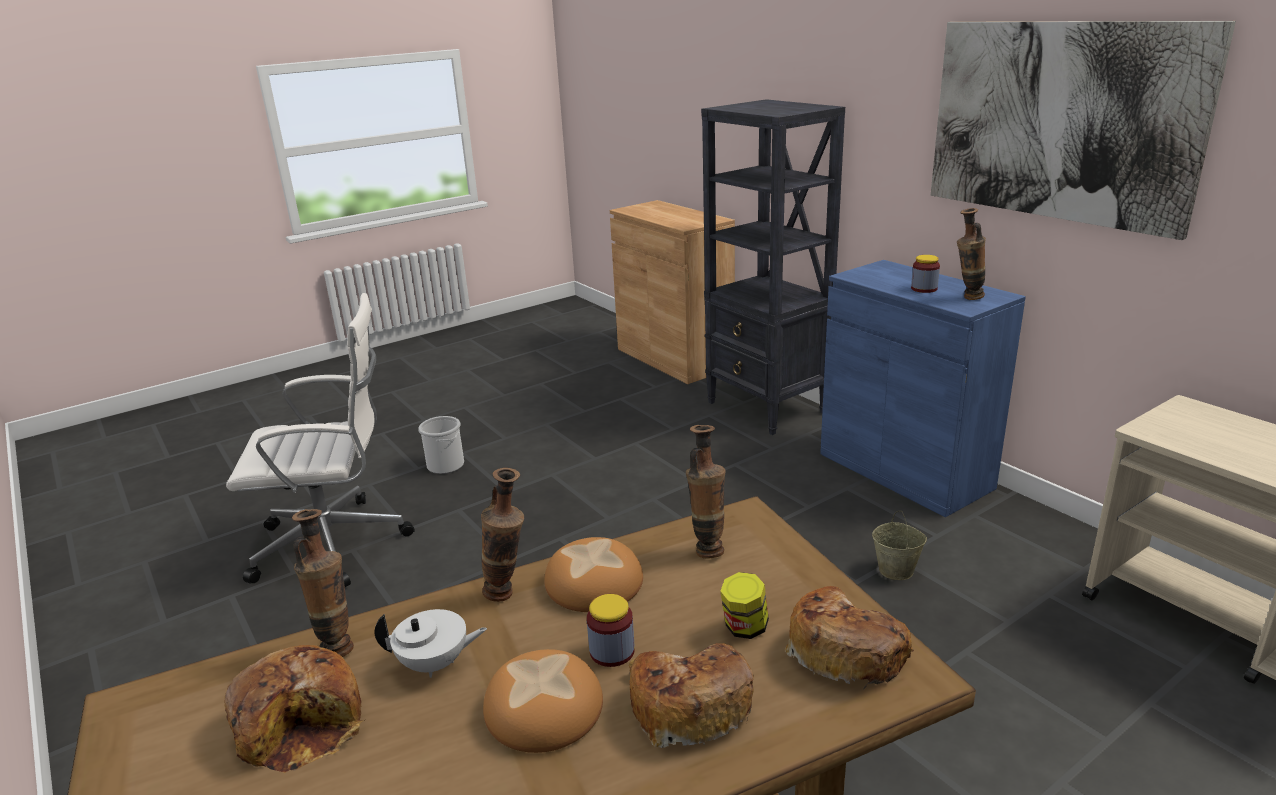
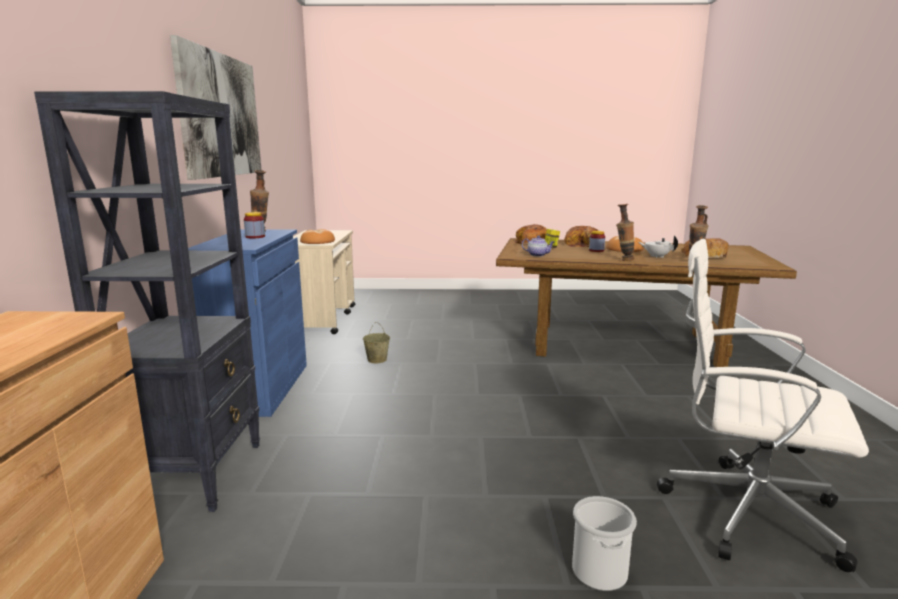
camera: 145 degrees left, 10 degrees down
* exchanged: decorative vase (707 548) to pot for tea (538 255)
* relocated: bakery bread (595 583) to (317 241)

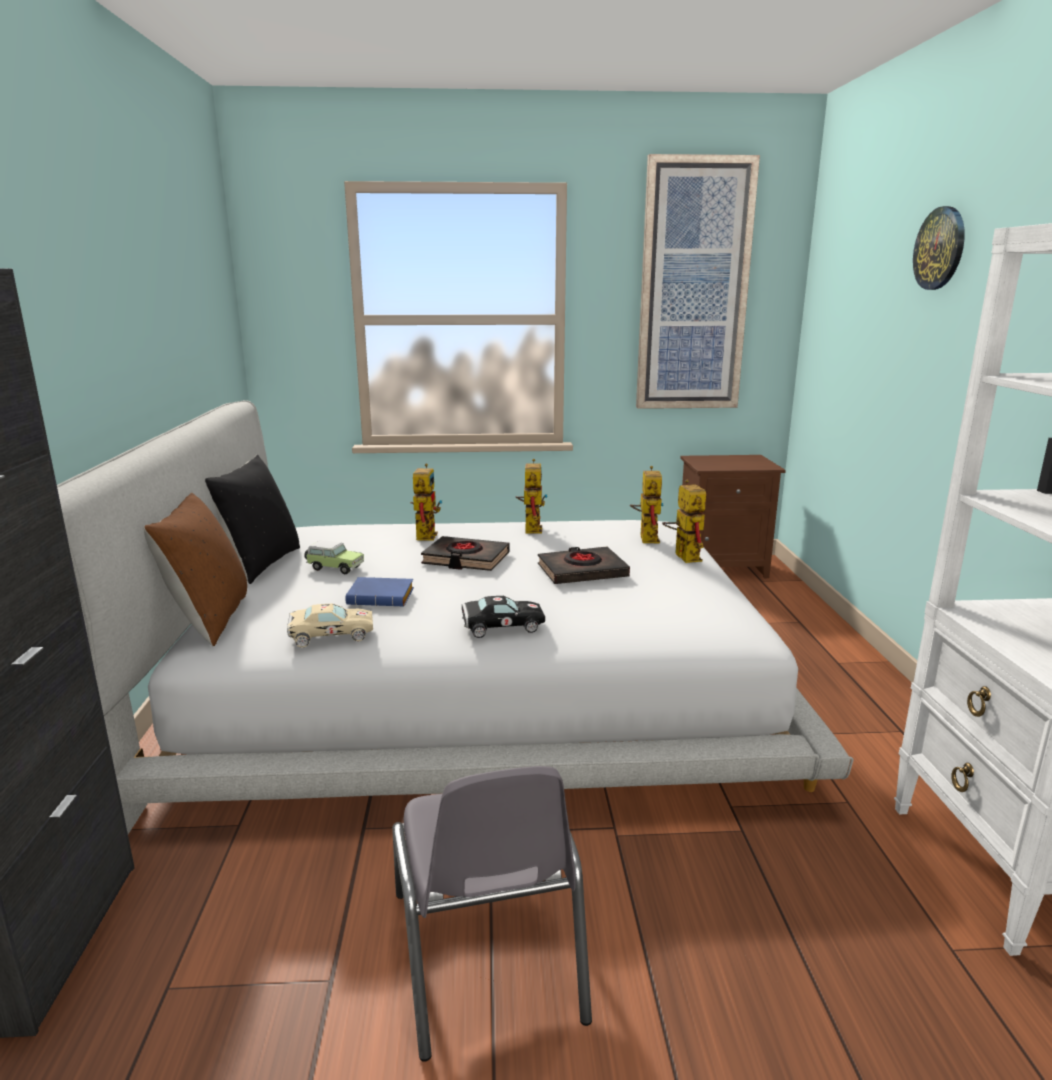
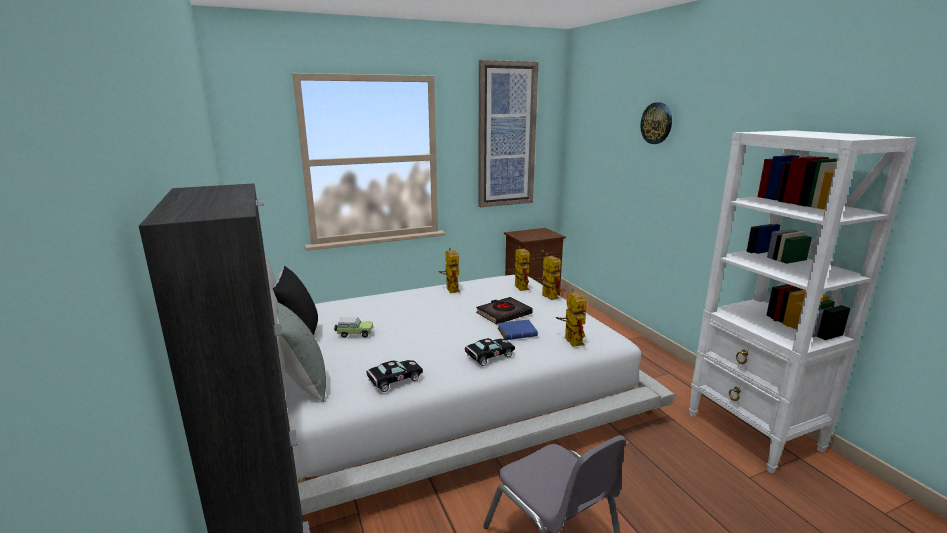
camera: 20 degrees left, 0 degrees up
* relocated: model robot (425 534) to (570 339)
* colour: cushion (brownish) (208 620) to cushion (gray) (301 384)
* missing: bound book (blackish) (465 559)
* relocated: bound book (blue-coloured) (383 597) to (517 333)
* colour: miniature car (beige) (328 635) to miniature car (blackish) (393 380)

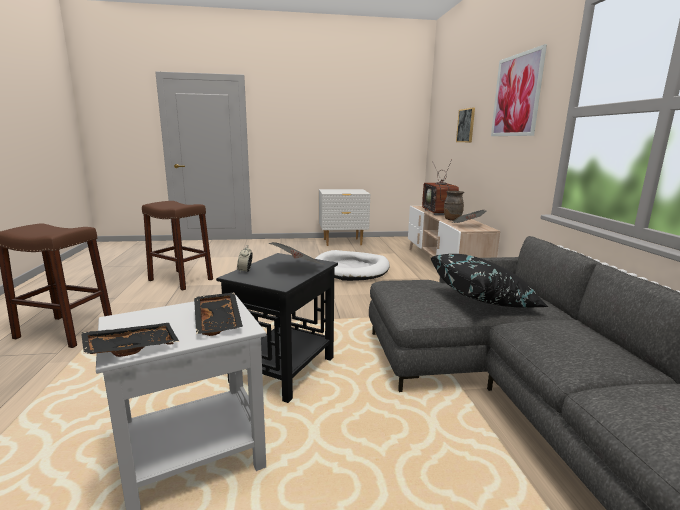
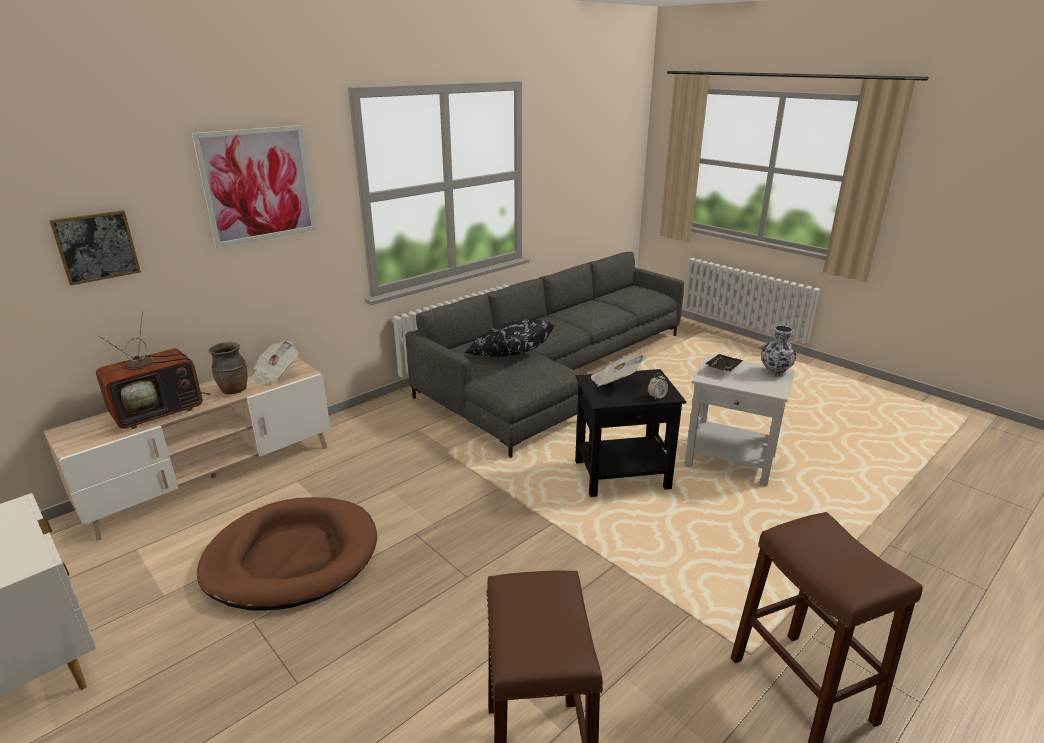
camera: 125 degrees left, 10 degrees up
* colour: dog bed (white) (351 269) to dog bed (brownish) (292 558)
* exchanged: serving tray (blackish) (132 347) to decorative vase (775 372)

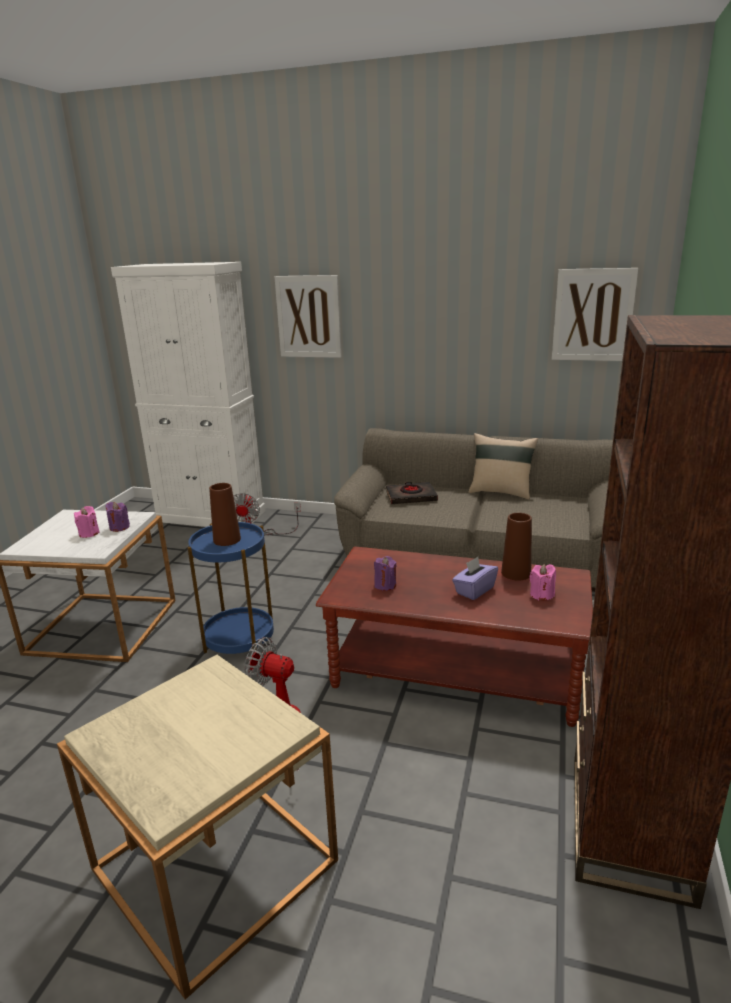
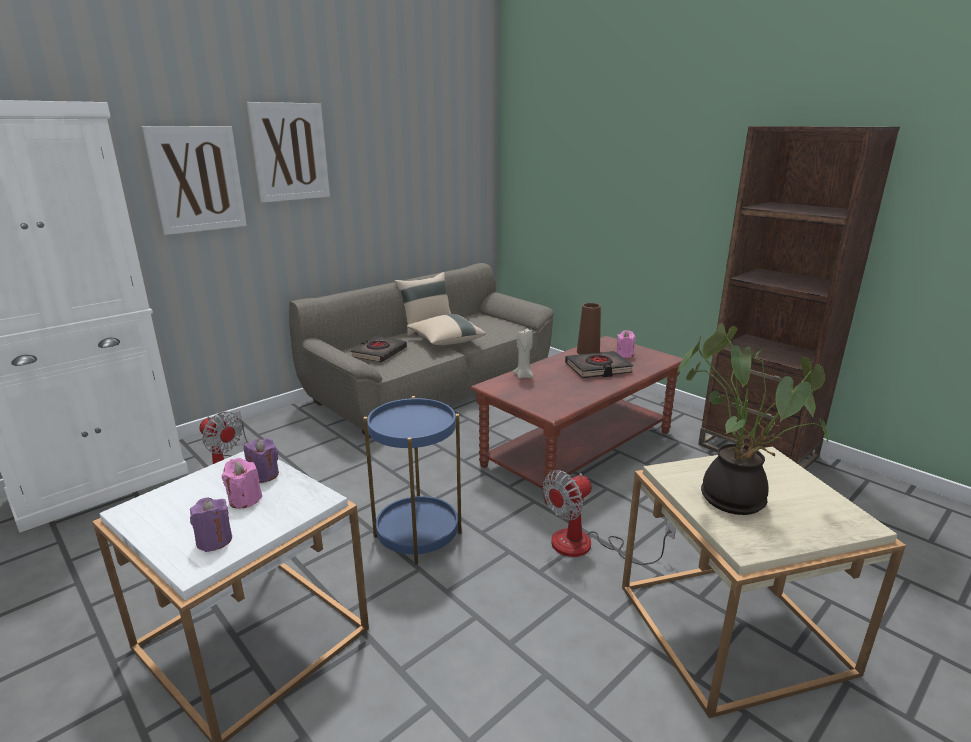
camera: 60 degrees left, 0 degrees up
* relocated: wall picture (593 315) to (290 152)
* missing: decorative vase (brownish) (227 540)
* relocated: wax candle (purplish) (385 585) to (214 541)
* exchanged: tissue box (purplish) (474 590) to bound book (blackish) (598 369)
* appeared: cushion (beige) (445 341)
* appeared: houseplant (735 497)
* appeared: wax candle (beige) (523 376)

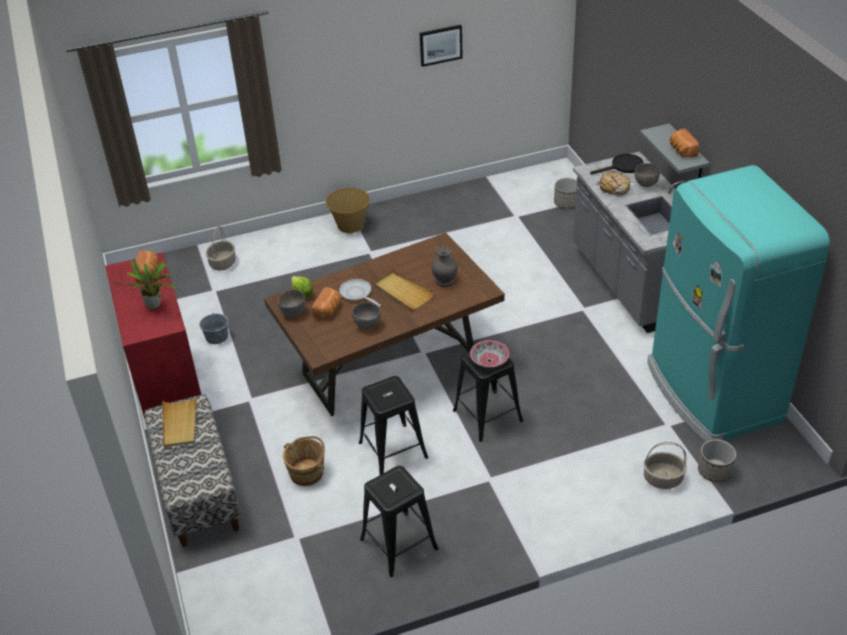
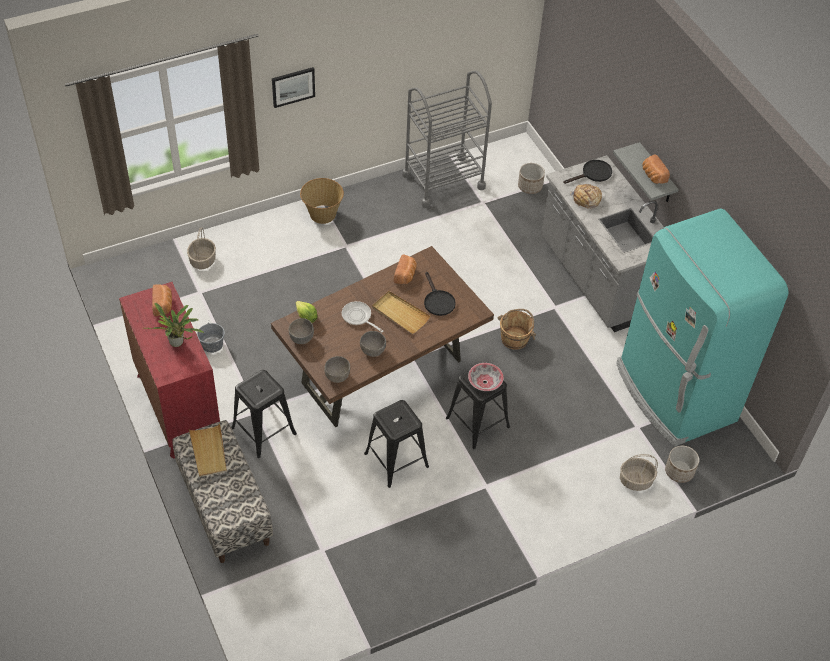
camera: 10 degrees left, 10 degrees up
* relocated: wall picture (440 45) to (293 86)
* relocated: serving bowl (gray) (645 184) to (337 377)
* exchanged: decorative vase (gray) (445 280) to pan (blackish) (437 301)
* relocated: bakery bread (328 310) to (405 275)
* relocated: water bucket (brownish) (307 473) to (515 338)
* relocated: sitting stool (blackish) (399 544) to (263 430)
* appeared: trolley (gray) (443 181)

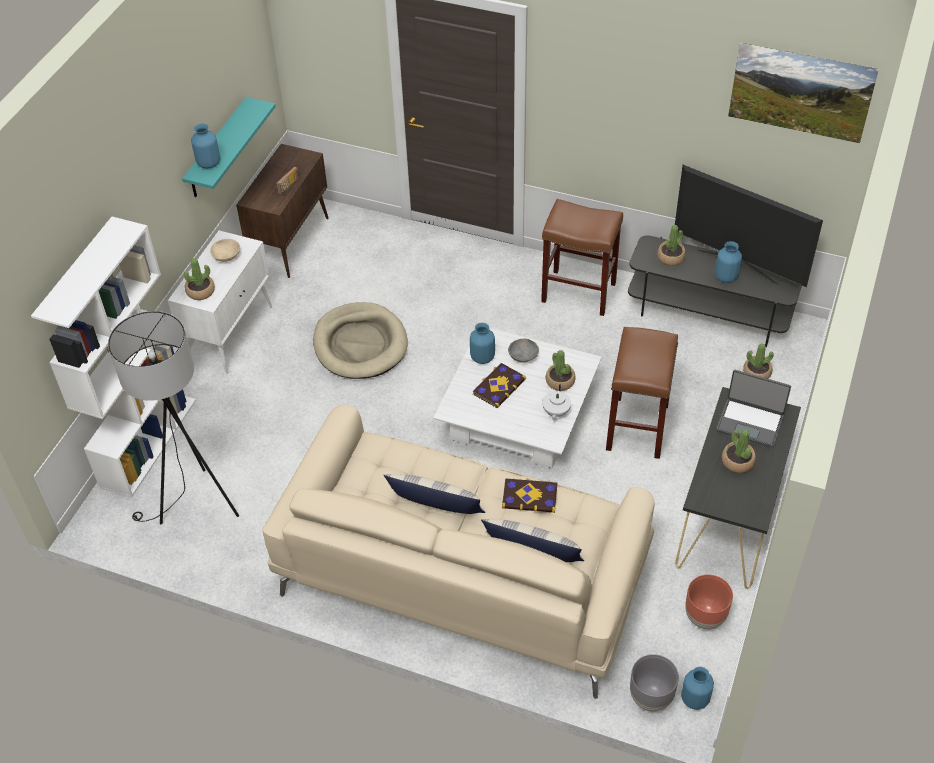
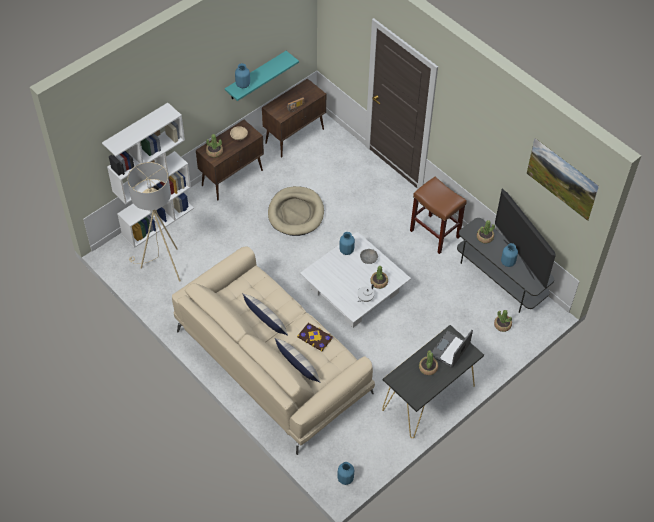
camera: 25 degrees right, 5 degrees up
* colour: storage cabinet (white) (231 333) to storage cabinet (brownish) (232 177)
* colour: floor lamp (blackish) (195 507) to floor lamp (beige) (162 266)
* missing: sitting stool (brownish) (637 428)
* missing: bound book (498 386)
* spun: portable computer (750 422) = (450 350) 75 degrees clockwise
* missing: planter (brownish) (704 616)
* missing: planter (gray) (650 697)

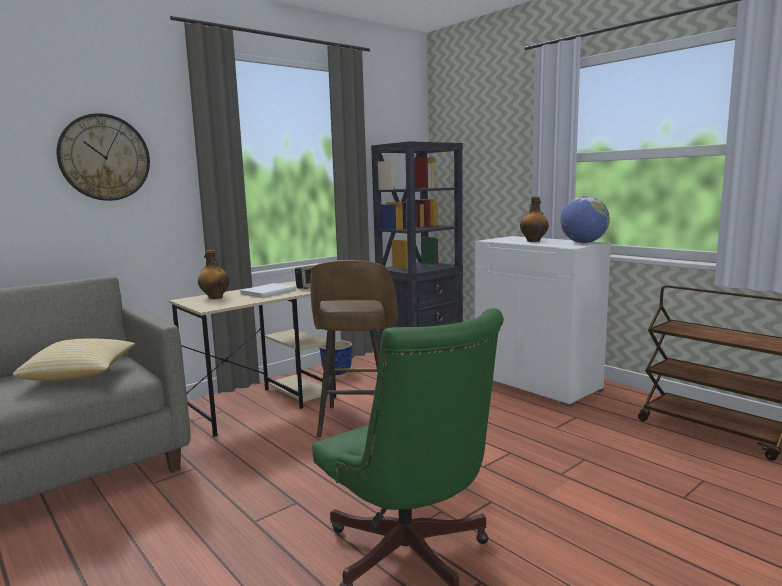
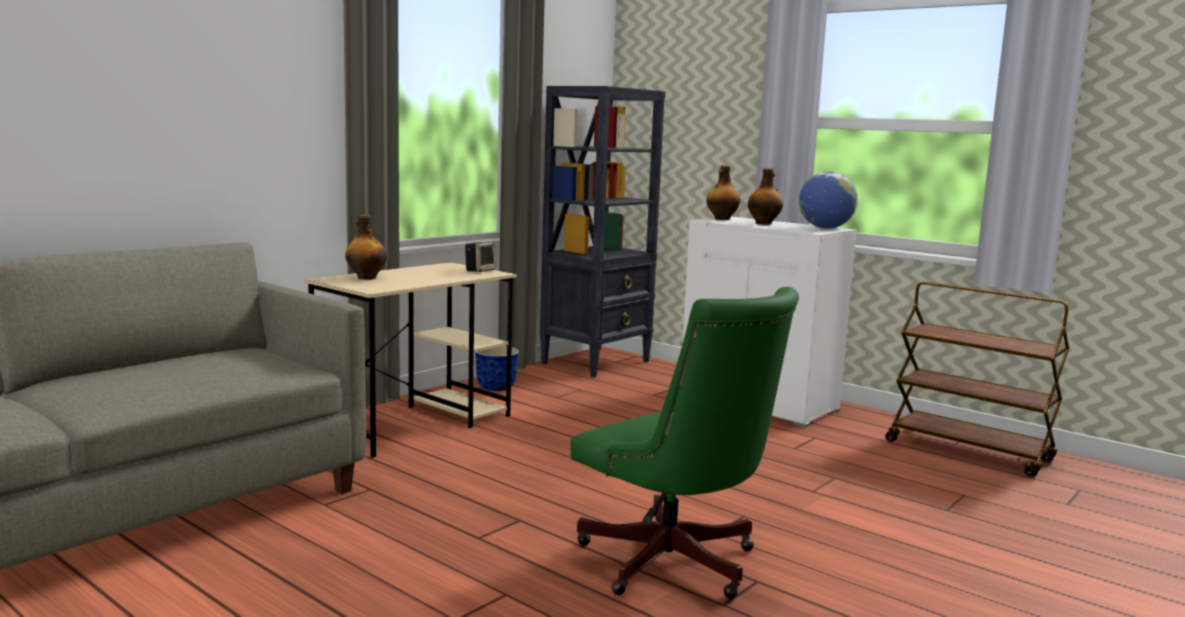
camera: 10 degrees left, 0 degrees up
* missing: wall clock (104 157)
* missing: sitting stool (brownish) (359 423)
* missing: bound book (white) (270 292)
* missing: cushion (80 375)
* appeared: drink bottle (721 219)

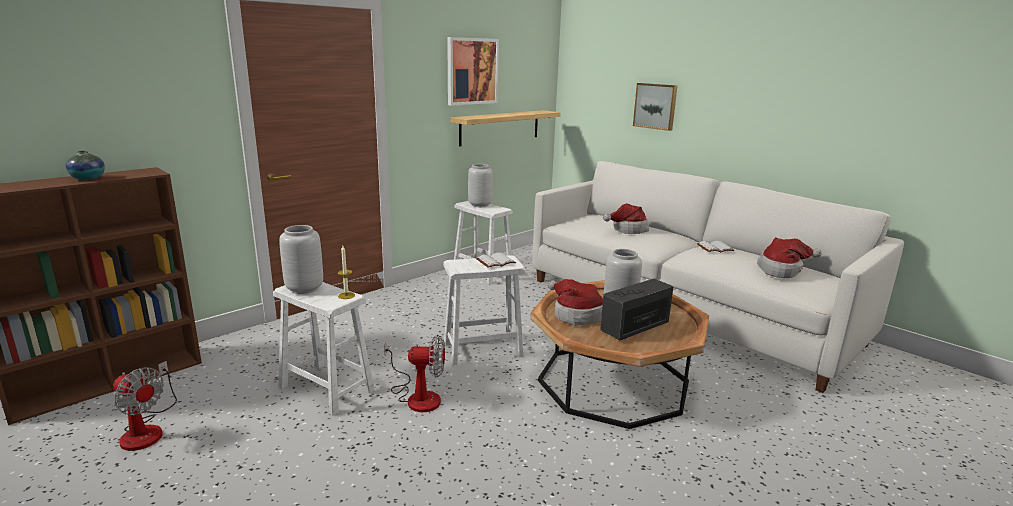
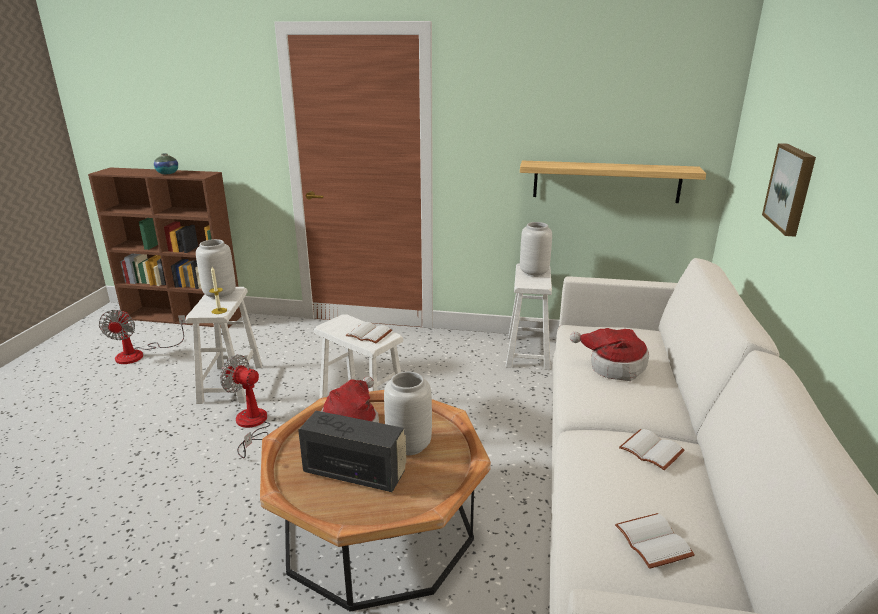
camera: 55 degrees right, 5 degrees up
* missing: wall picture (472 71)
* exchanged: clothing hat (782 270) to bound book (white) (655 542)
* spun: cooling fan (417 396) = (251 425) 150 degrees clockwise

